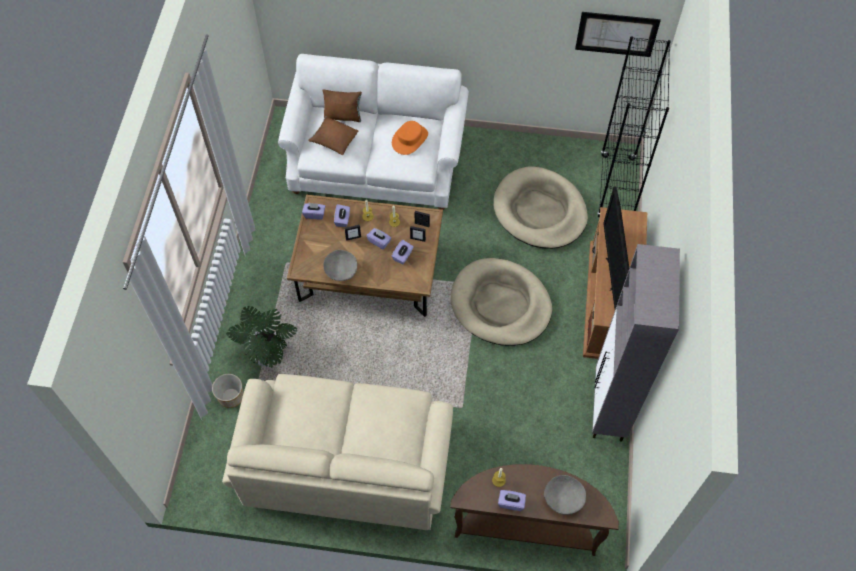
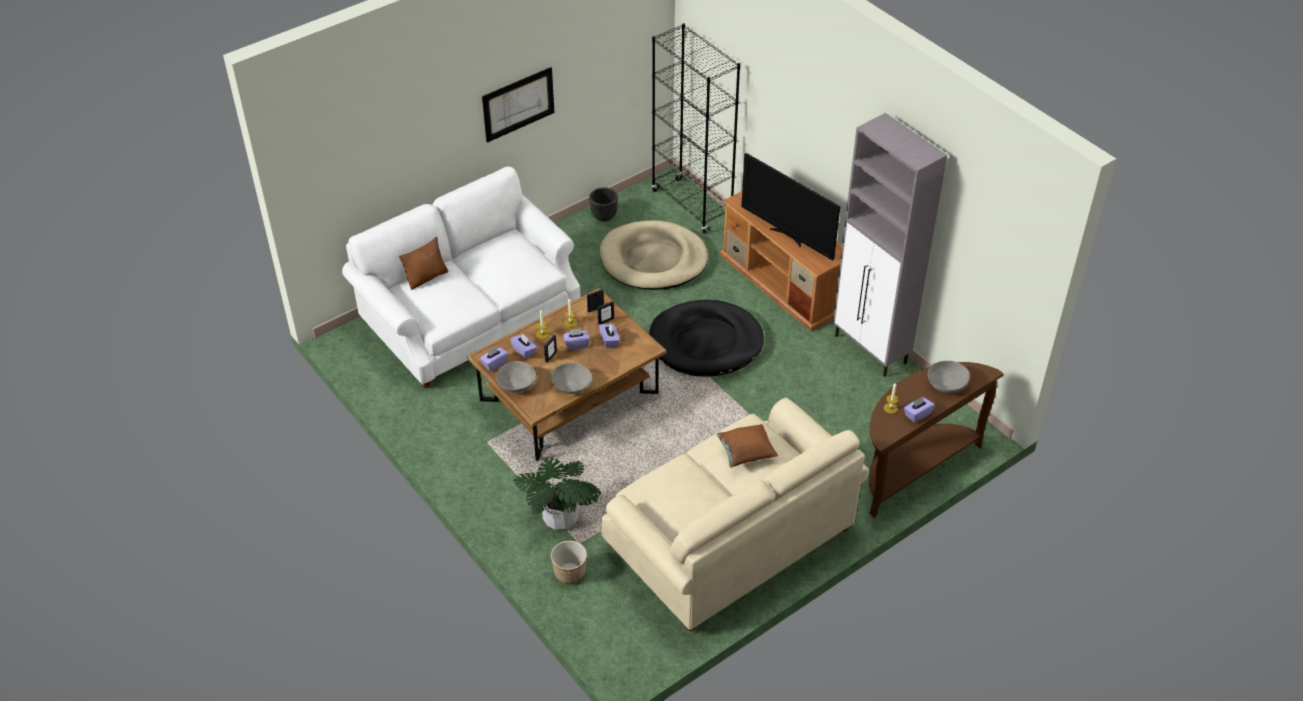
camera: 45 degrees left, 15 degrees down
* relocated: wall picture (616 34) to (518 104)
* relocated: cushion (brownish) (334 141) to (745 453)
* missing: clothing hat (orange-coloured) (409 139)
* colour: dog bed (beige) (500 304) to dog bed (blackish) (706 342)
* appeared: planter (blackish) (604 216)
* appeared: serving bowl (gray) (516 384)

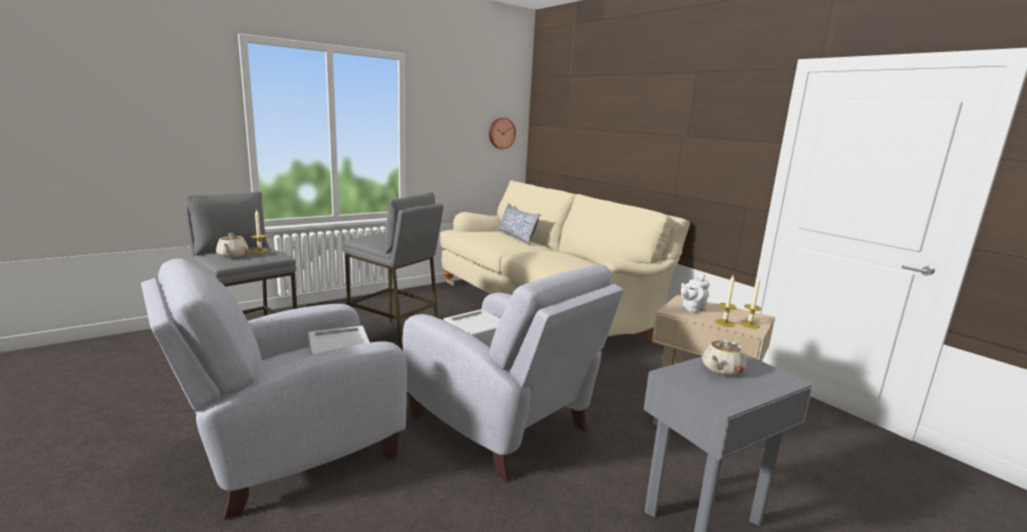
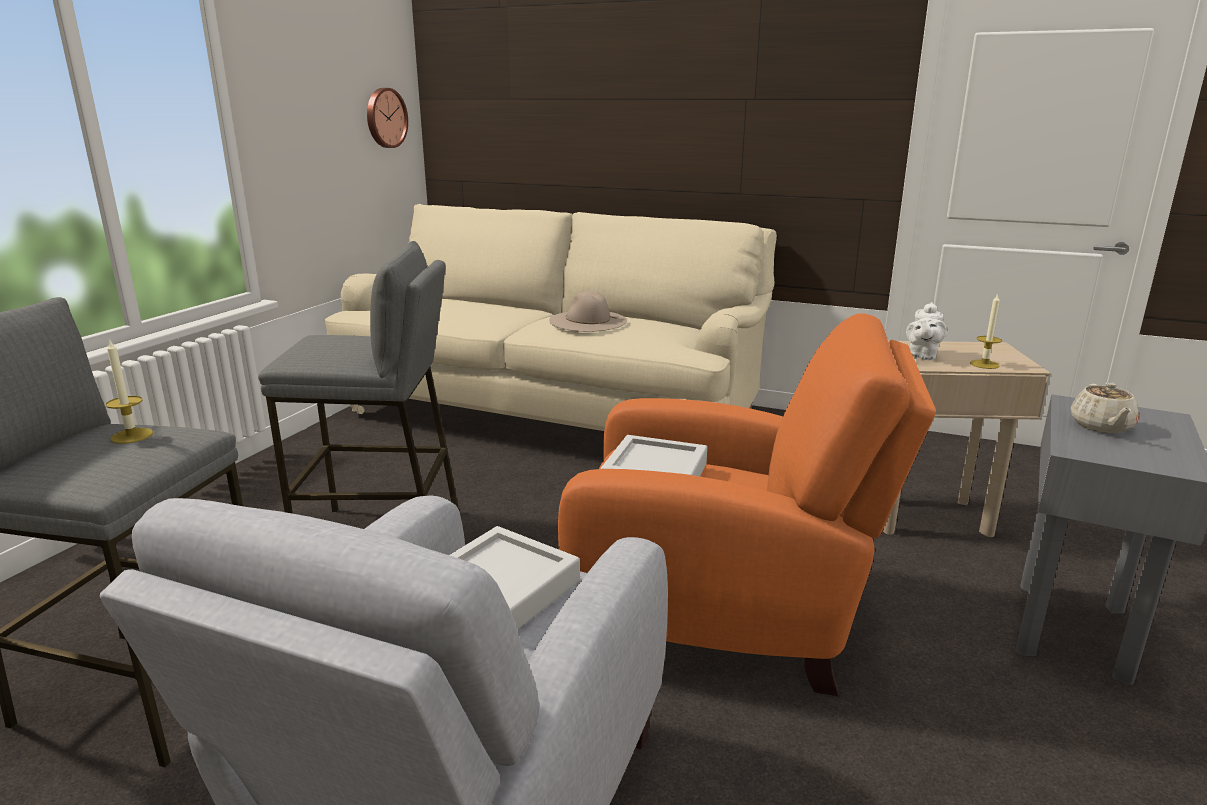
camera: 30 degrees left, 5 degrees up
* missing: cushion (516 237)
* missing: pot for tea (beige) (232 255)
* colour: armchair (gray) (502 425) to armchair (orange-coloured) (725 614)
* missing: wax candle (749 324)
* appeared: clothing hat (beige) (587 321)

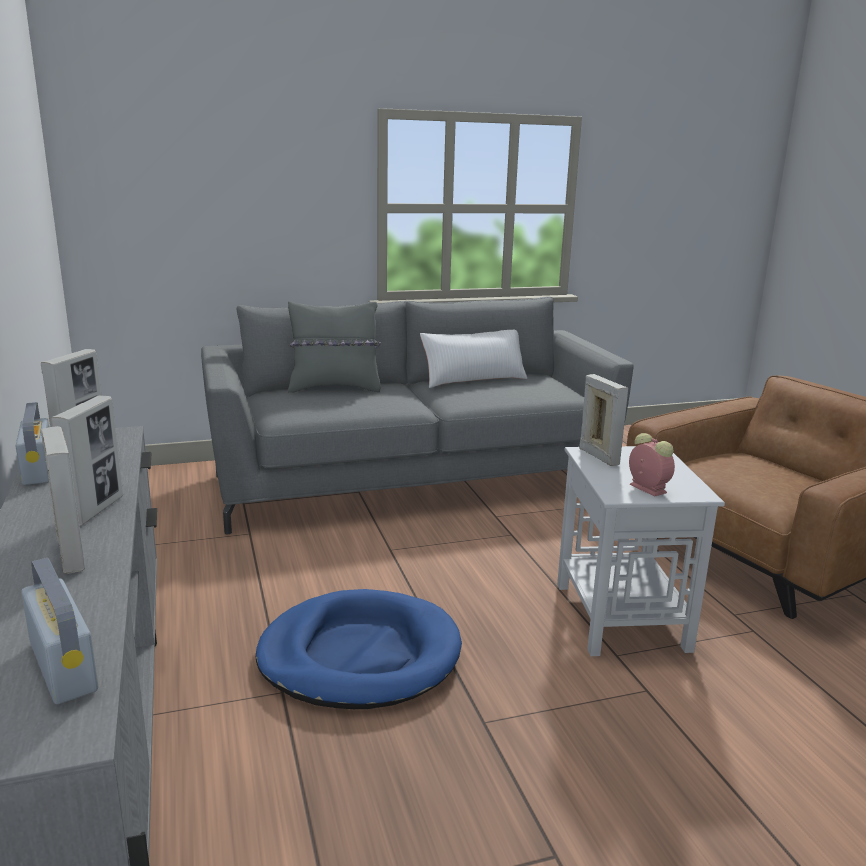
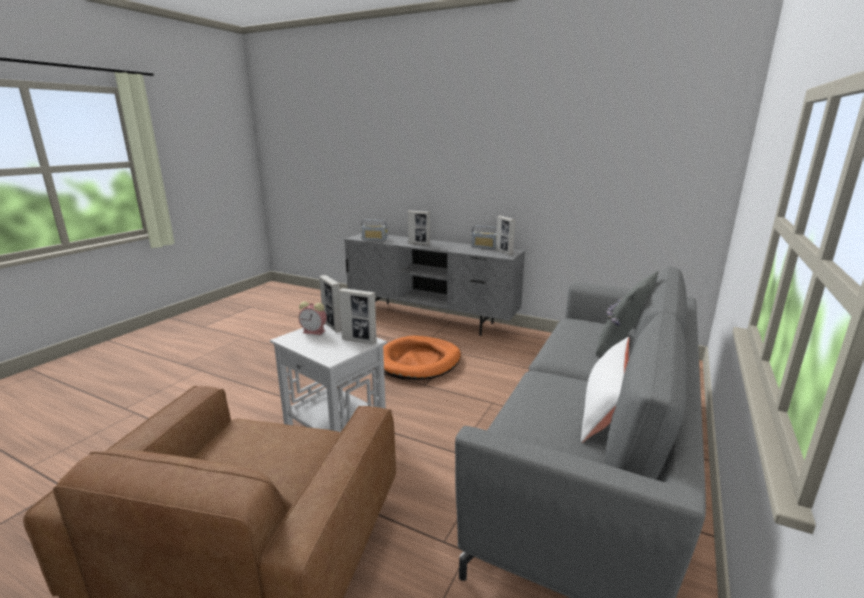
camera: 135 degrees right, 0 degrees up
* relocated: standing frame (96 510) to (333 326)
* colour: dog bed (blue-coloured) (359 655) to dog bed (orange-coloured) (418 361)

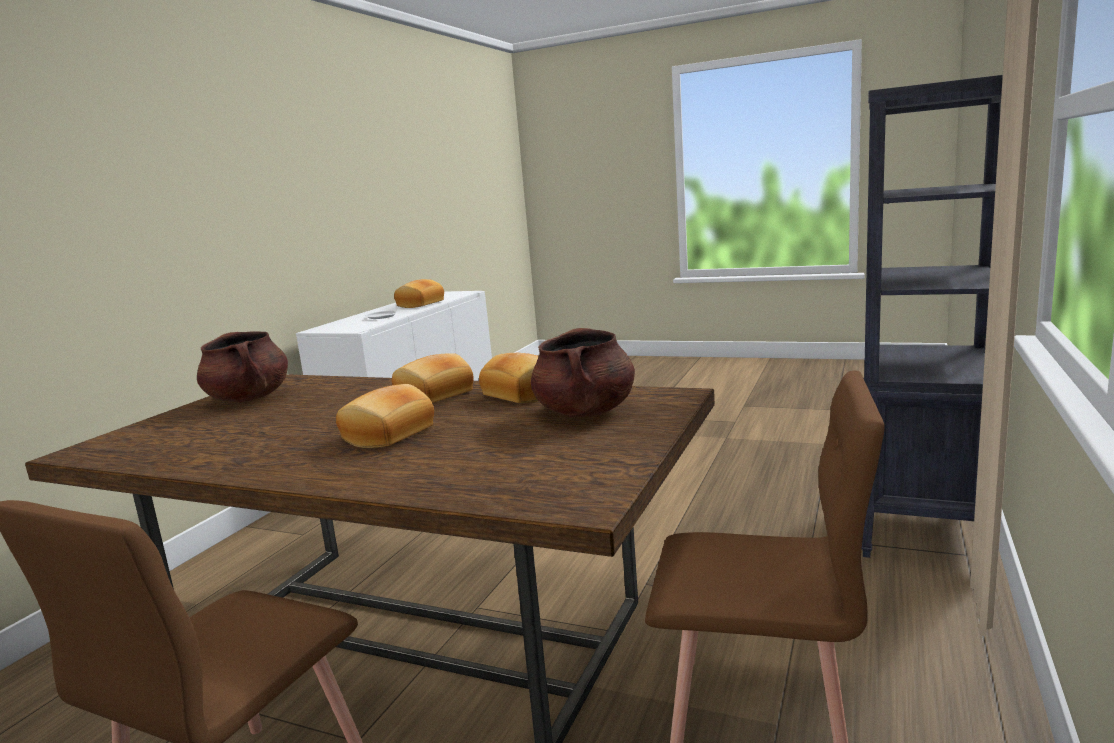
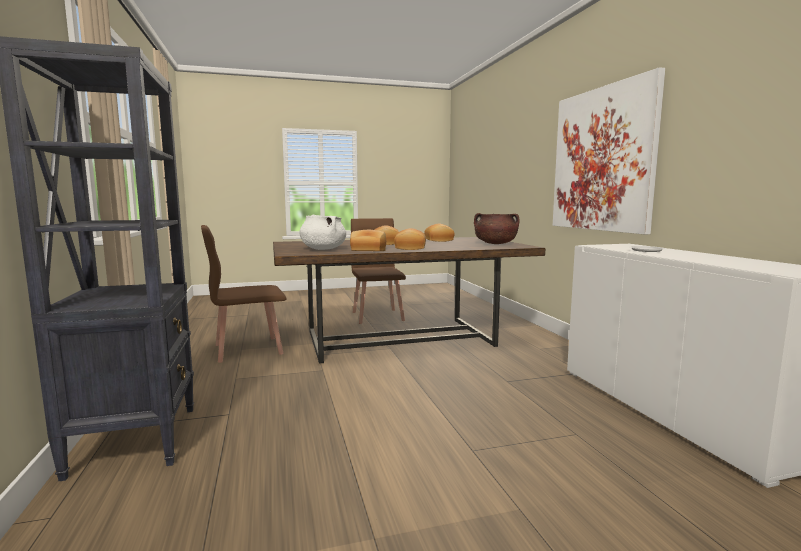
camera: 140 degrees right, 5 degrees down
* relocated: bakery bread (419 304) to (439 240)
* colour: stockpot (brownish) (585 412) to stockpot (white) (323 249)
* appeared: wall picture (602 159)

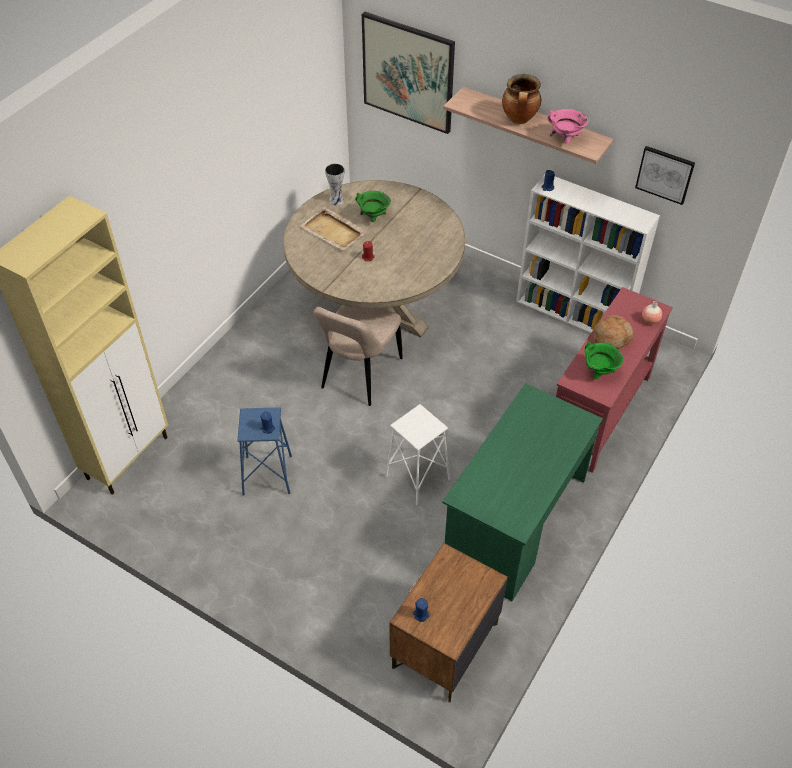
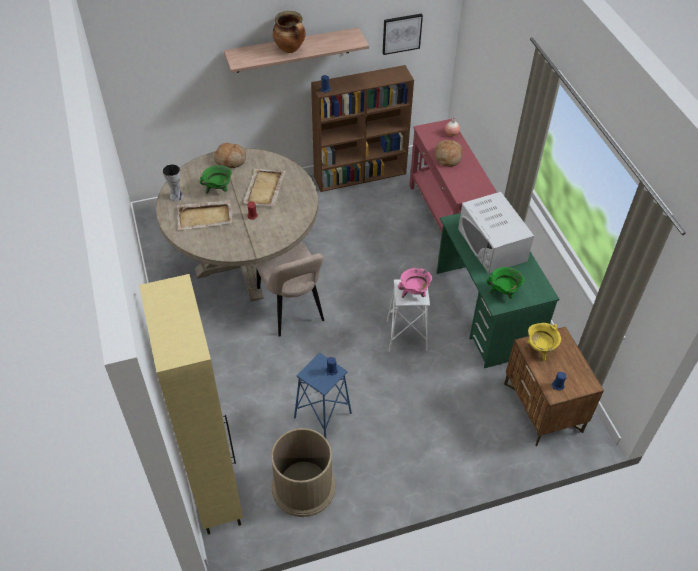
camera: 50 degrees left, 0 degrees up
* missing: wall picture (408 72)
* relocated: stockpot (pink-coloured) (565 139) to (414 293)
* colour: bookshelf (white) (574 314) to bookshelf (brownish) (361 175)
* relocated: stockpot (green) (599 373) to (503 292)
* appeared: bakery bread (230 160)
* appeared: serving tray (beige) (264 189)
* appeared: microwave oven (white) (492 245)
* appeared: stockpot (yellow-coloured) (540 349)
* appeared: trash can (brownish) (303 487)

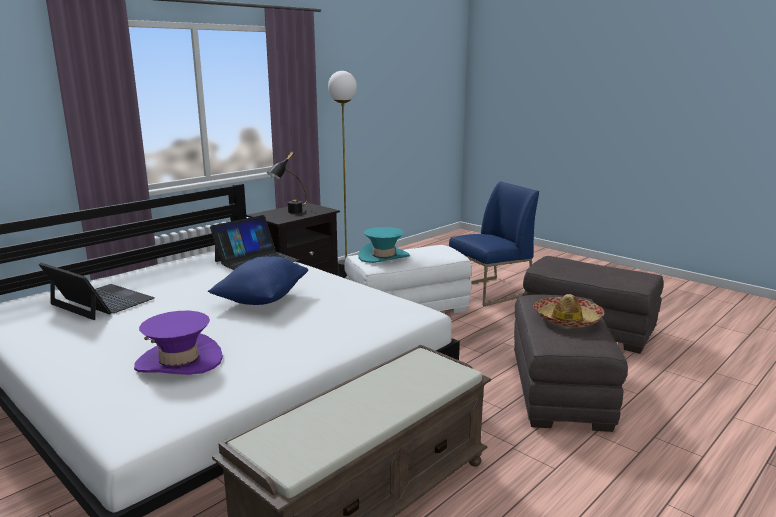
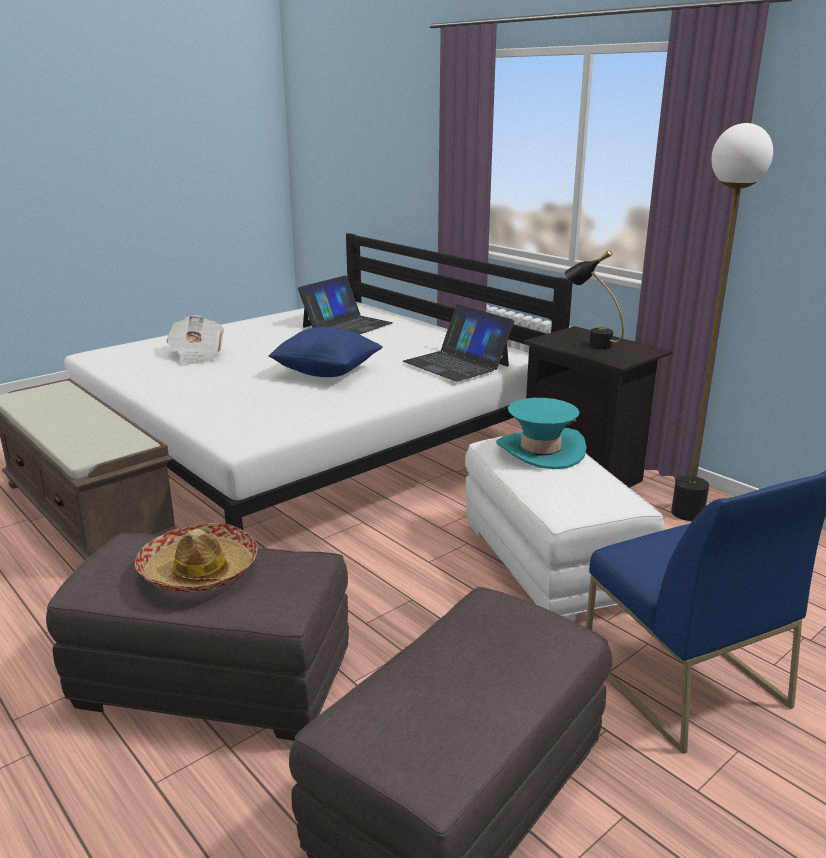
camera: 95 degrees right, 5 degrees up
* exchanged: clothing hat (purplish) (179 361) to daily paper (196 355)

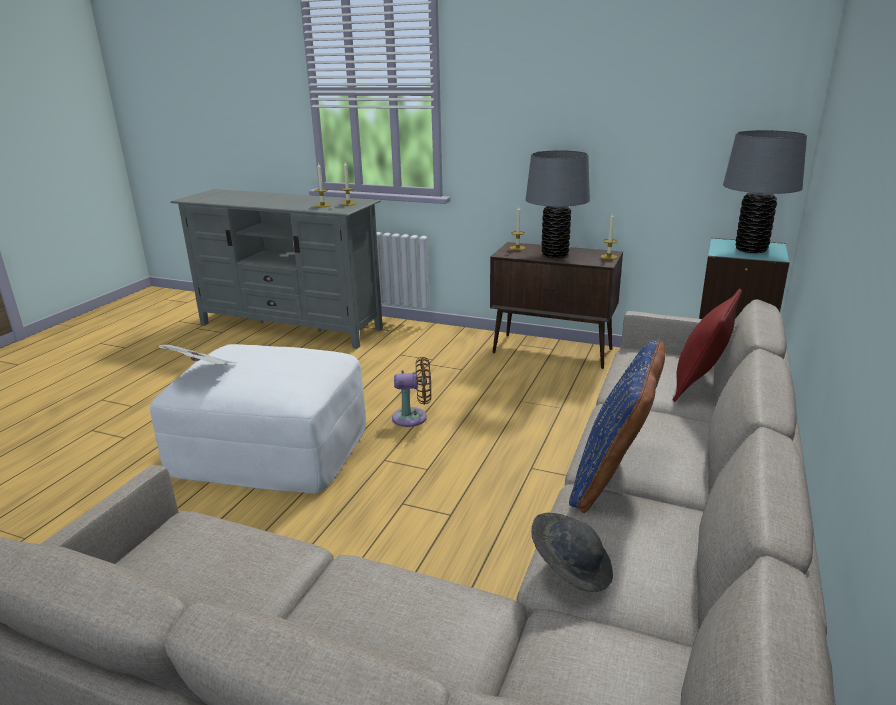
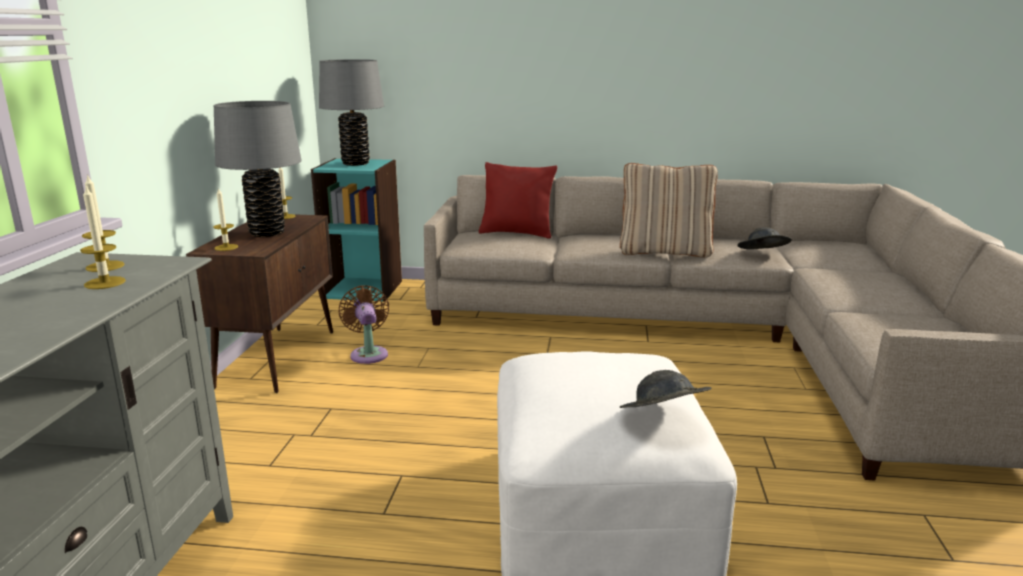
camera: 105 degrees left, 5 degrees down
* colour: cushion (blue-coloured) (613 479) to cushion (beige) (665 252)
* exchanged: daily paper (201 372) to clothing hat (gray) (663 418)
* relocated: cooling fan (brownish) (413 417) to (368 353)

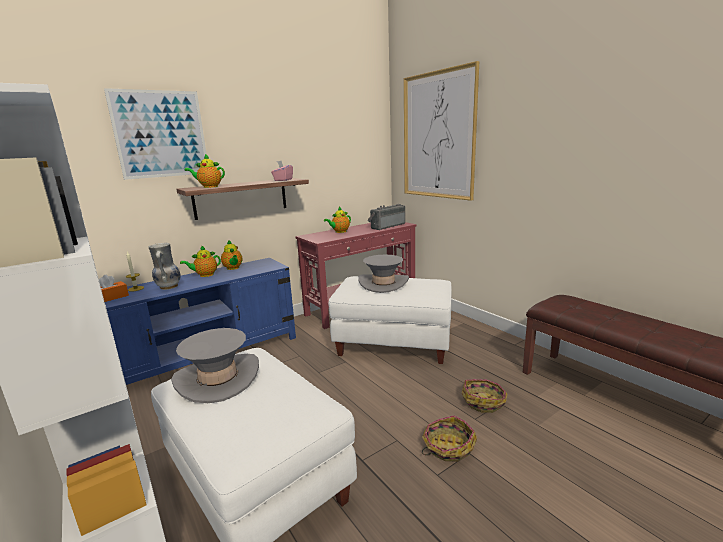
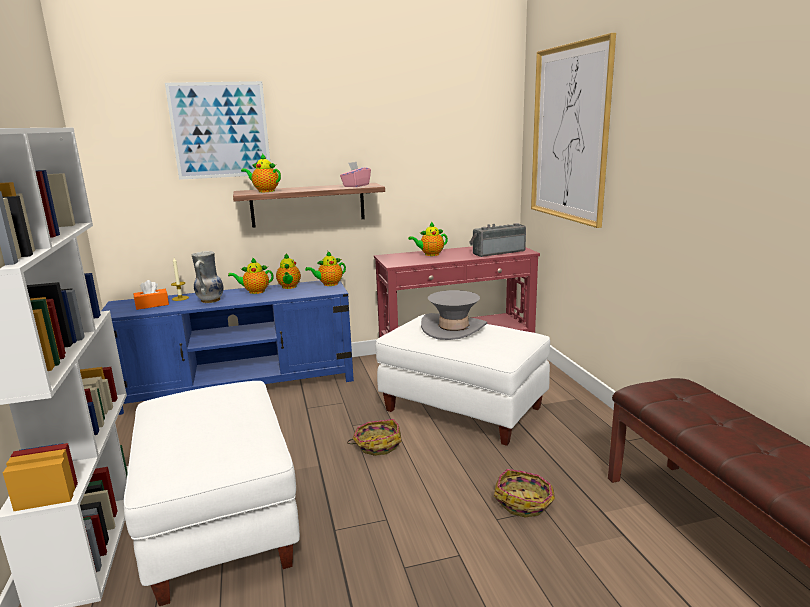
camera: 20 degrees right, 0 degrees up
* missing: clothing hat (gray) (218 378)
* relocated: basket (447 447) to (377 444)
* appeared: pot for tea (329 284)

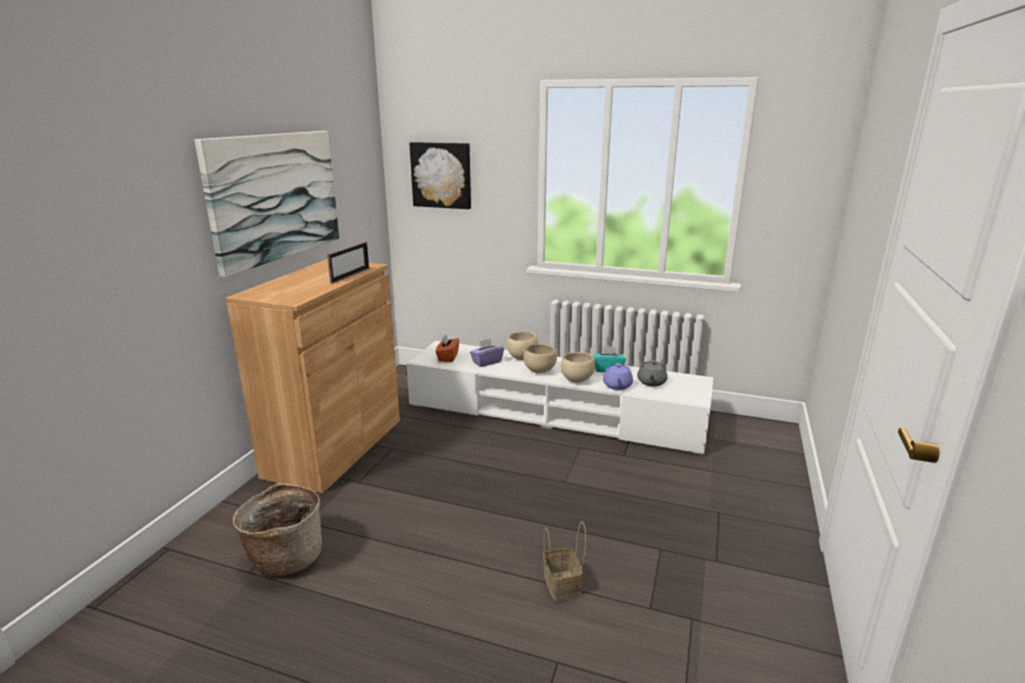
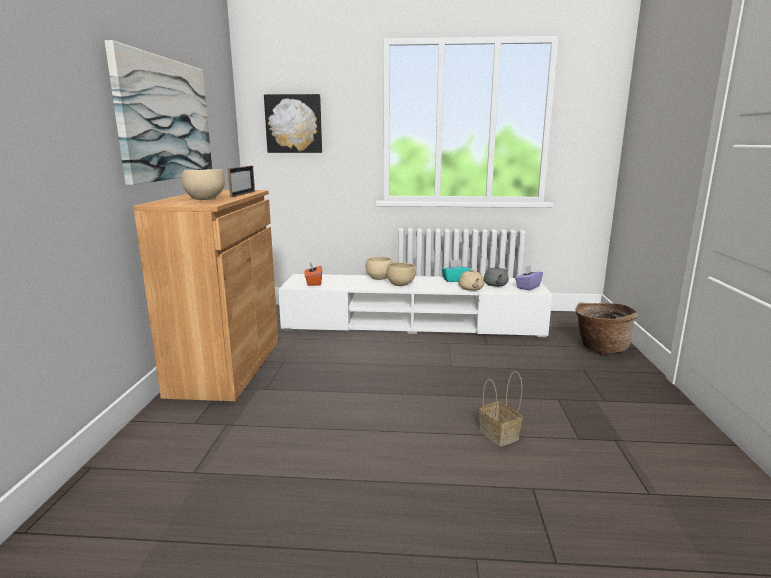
camera: 15 degrees left, 5 degrees down
* relocated: tissue box (purplish) (486 362) to (528 287)
* relocated: serving bowl (beige) (576 379) to (204 199)
* colour: pot for tea (purplish) (617 386) to pot for tea (beige) (471 288)
* relocated: basket (285 557) to (600 348)

